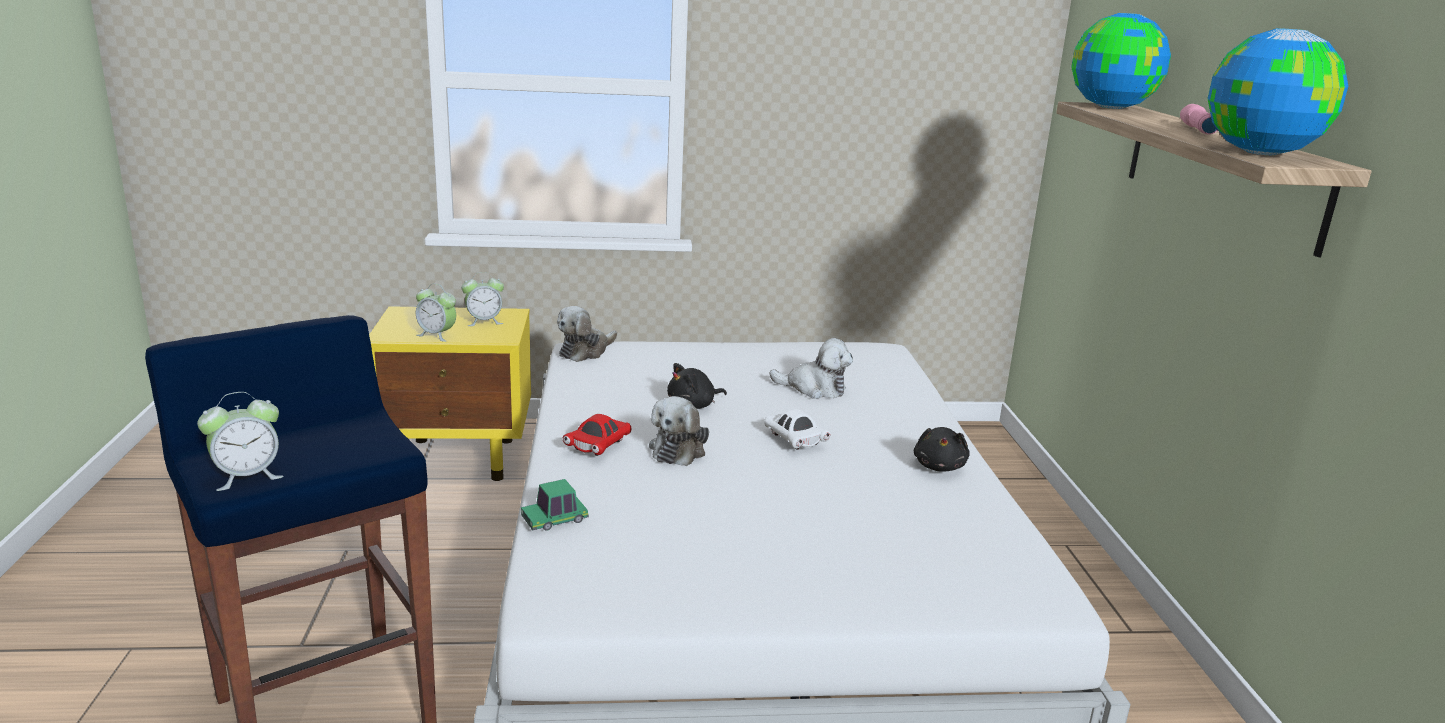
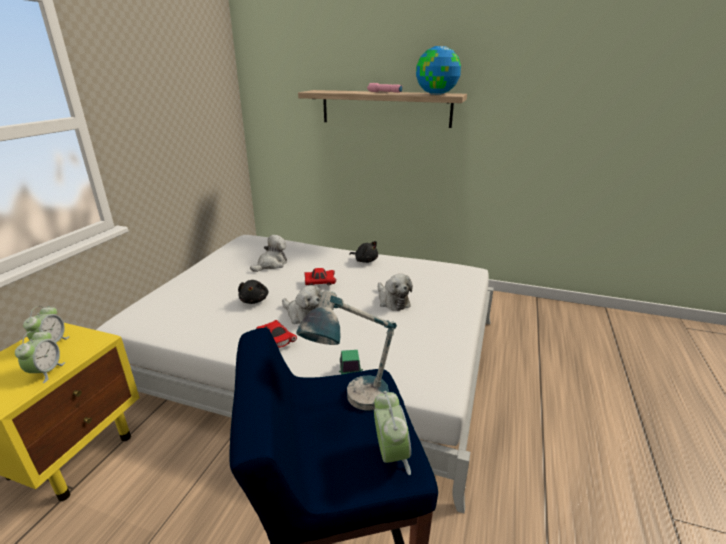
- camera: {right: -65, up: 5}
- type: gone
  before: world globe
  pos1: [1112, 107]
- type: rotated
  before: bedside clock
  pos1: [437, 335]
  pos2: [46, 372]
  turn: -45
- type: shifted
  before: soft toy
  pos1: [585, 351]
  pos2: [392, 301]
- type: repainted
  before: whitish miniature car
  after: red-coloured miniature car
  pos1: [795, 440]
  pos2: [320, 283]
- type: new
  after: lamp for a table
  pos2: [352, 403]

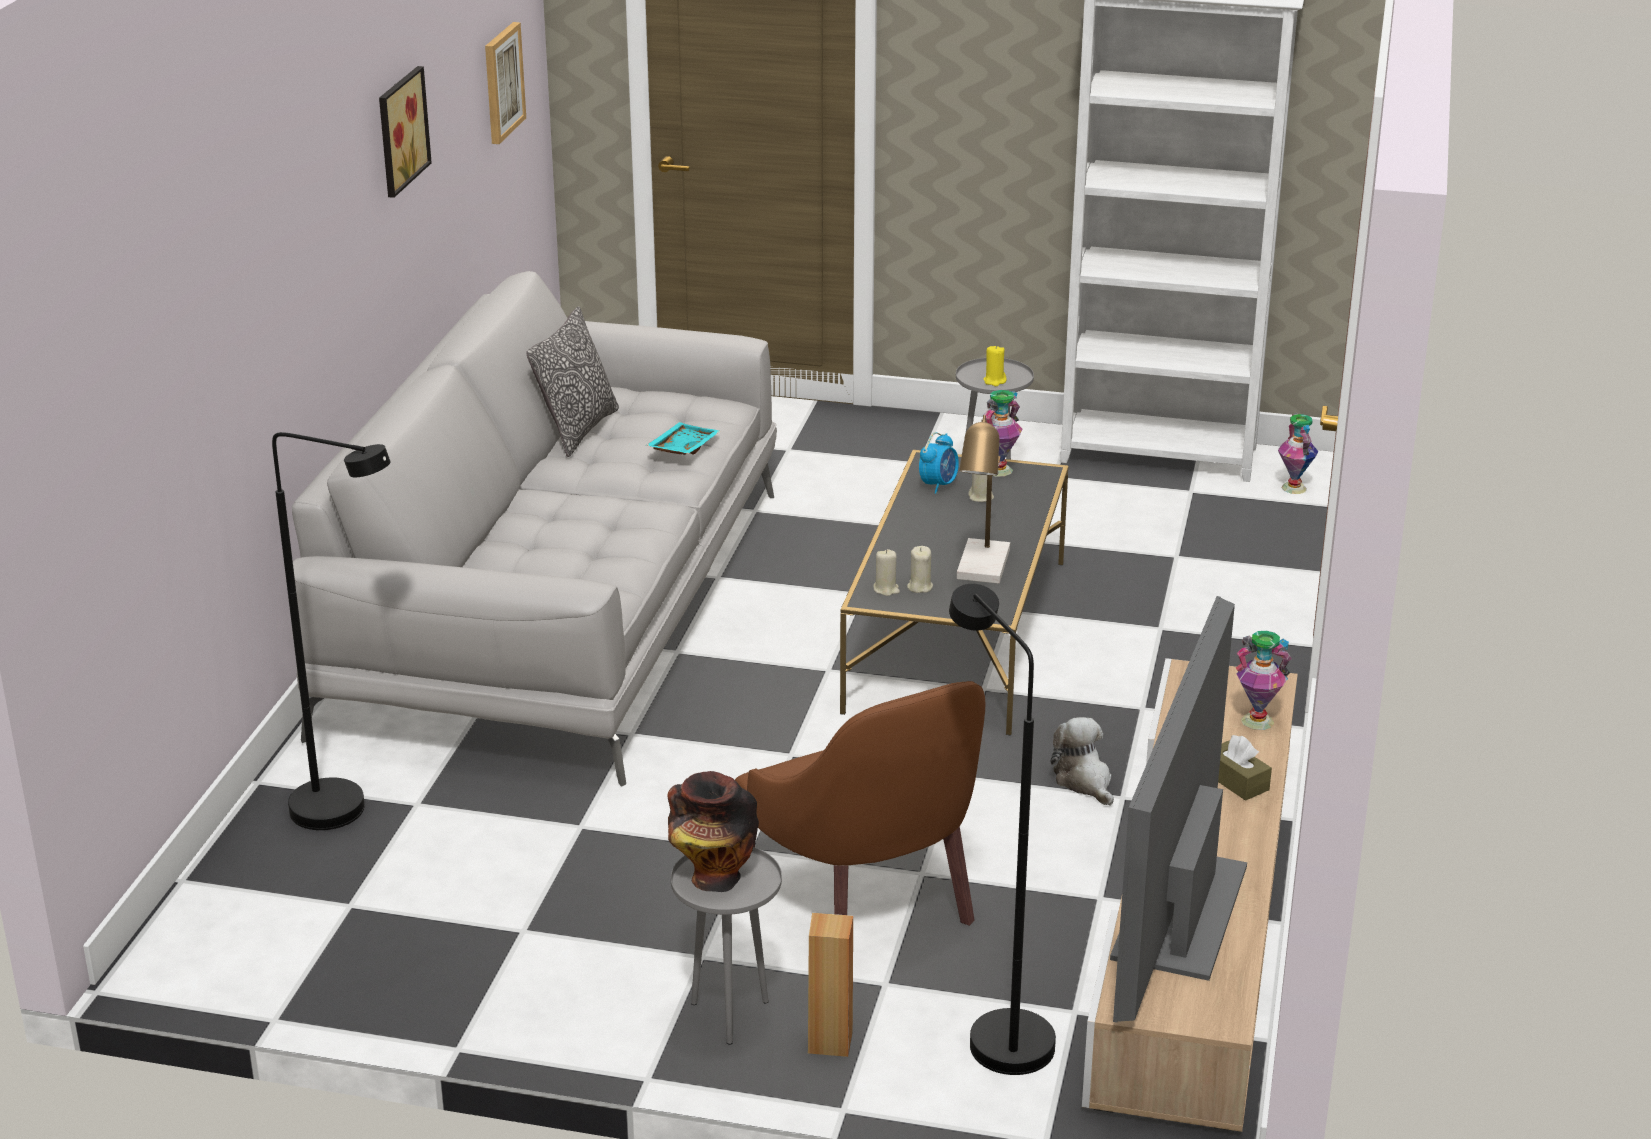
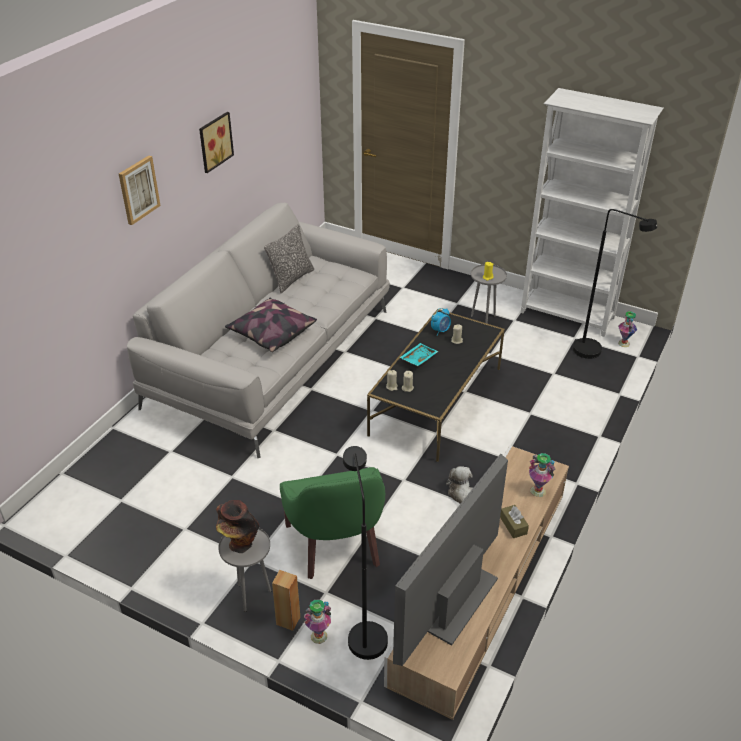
- camera: {right: 15, up: 10}
- type: shifted
  before: wall art
  pos1: [502, 82]
  pos2: [138, 189]
- type: shifted
  before: vase
  pos1: [998, 470]
  pos2: [319, 636]
- type: gone
  before: lamp for a table
  pos1: [983, 570]
- type: shifted
  before: turquoise tray
  pos1: [682, 448]
  pos2: [418, 358]
- type: shifted
  before: blackish standing lamp
  pos1: [347, 812]
  pos2: [595, 352]
- type: repainted
  before: brown-coloured lounge chair
  after: green lounge chair
  pos1: [869, 903]
  pos2: [337, 545]
- type: new
  after: pillow
  pos2: [271, 333]

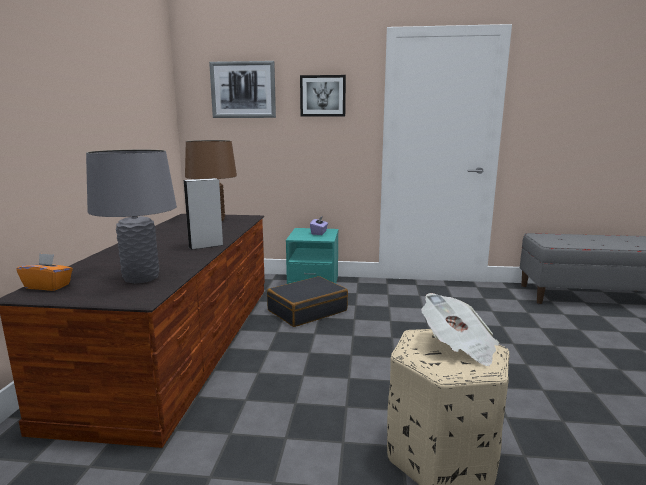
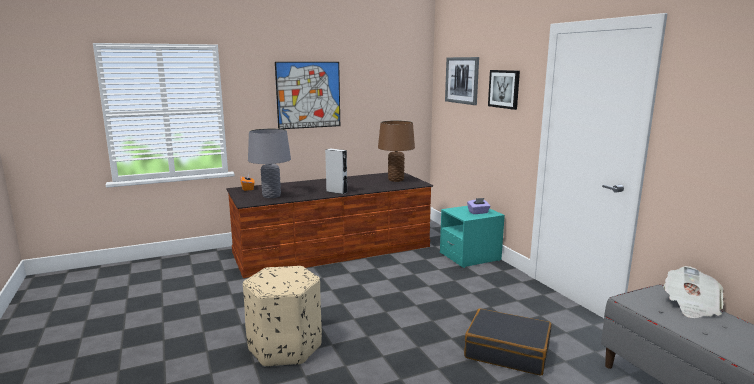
- camera: {right: 60, up: 0}
- type: shifted
  before: blackish travel case
  pos1: [307, 310]
  pos2: [507, 351]
- type: shifted
  before: newspaper
  pos1: [459, 347]
  pos2: [691, 306]
- type: new
  after: wall art
  pos2: [308, 95]

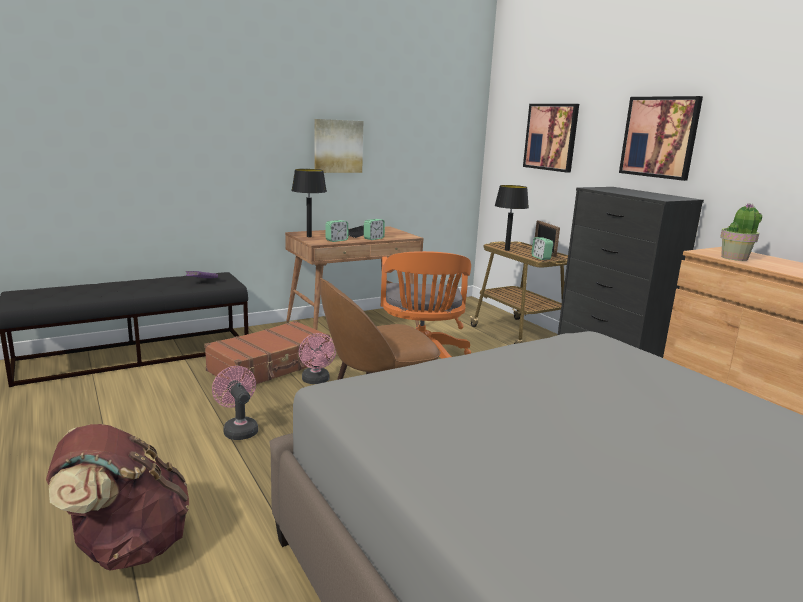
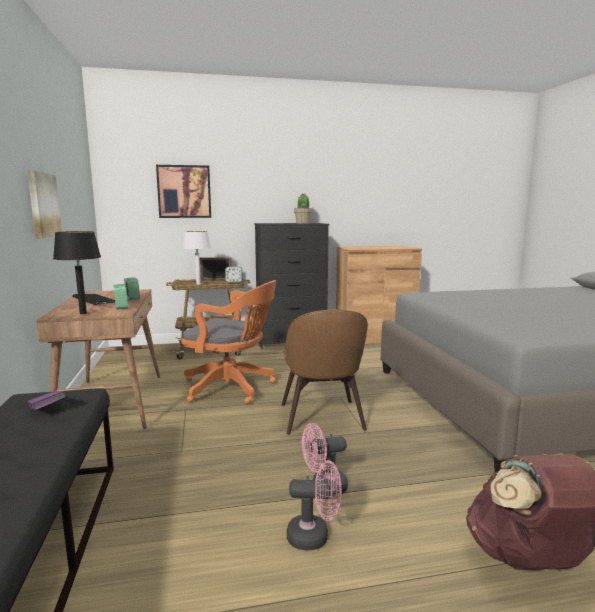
- camera: {right: -70, up: -5}
- type: gone
  before: wall art
  pos1: [659, 137]
- type: repainted
  before: blackish lamp for a table
  after: whitish lamp for a table
  pos1: [506, 250]
  pos2: [198, 284]
- type: shifted
  before: houseplant
  pos1: [735, 258]
  pos2: [302, 223]
- type: gone
  before: brown-coloured travel case
  pos1: [270, 366]
- type: shifted
  before: pink fan
  pos1: [316, 381]
  pos2: [314, 536]

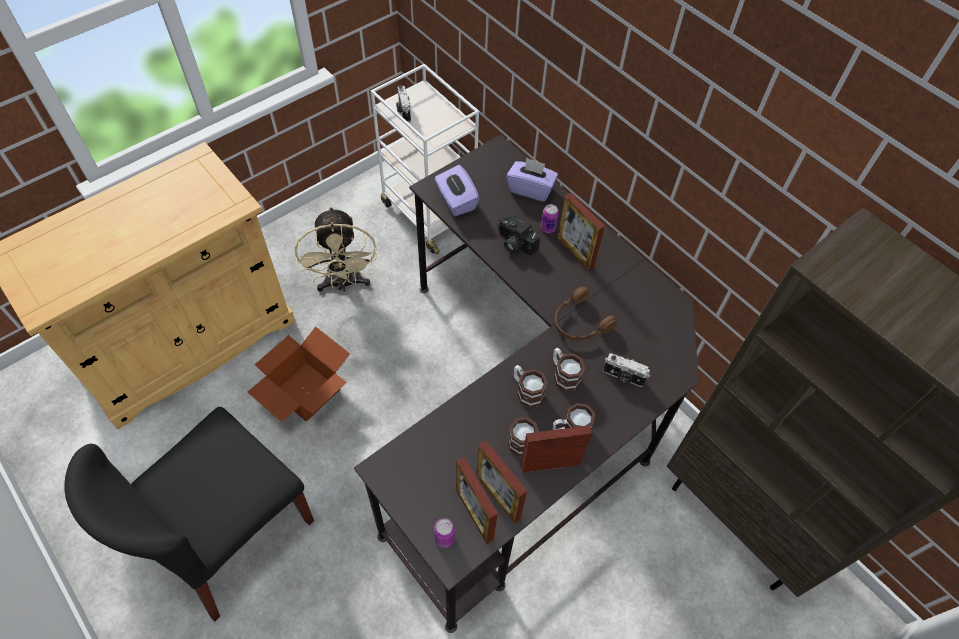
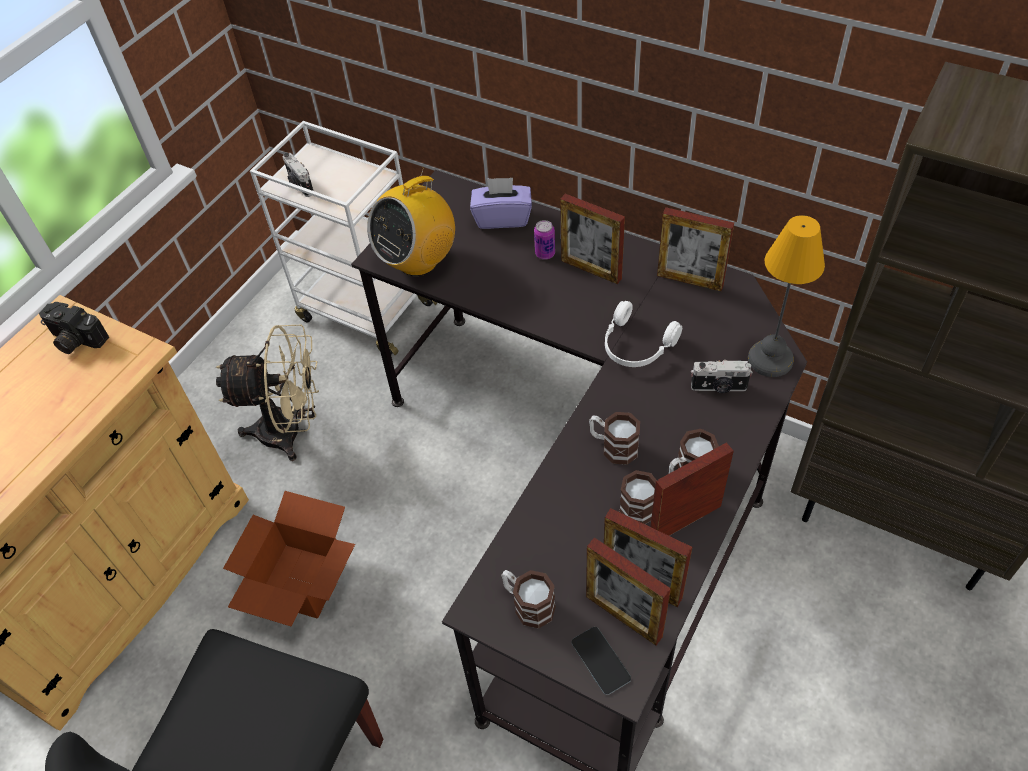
- camera: {right: -15, up: -5}
- type: swapped
  before: purplish tissue holder
  after: radio set
  pos1: [456, 201]
  pos2: [418, 261]
- type: rotated
  before: beige-coloured fan
  pos1: [343, 283]
  pos2: [292, 431]
  turn: -60
- type: shifted
  before: photo camera
  pos1: [514, 243]
  pos2: [74, 340]
- type: repainted
  before: brown-coloured headphones
  after: whitish headphones
  pos1: [579, 323]
  pos2: [636, 346]
- type: shifted
  before: tea mug
  pos1: [563, 375]
  pos2: [528, 604]
- type: swapped
  before: metal can
  after: handset
  pos1: [444, 538]
  pos2: [600, 660]
- type: new
  after: picture frame
  pos2: [690, 280]
- type: new
  after: lamp for a table
  pos2: [769, 358]

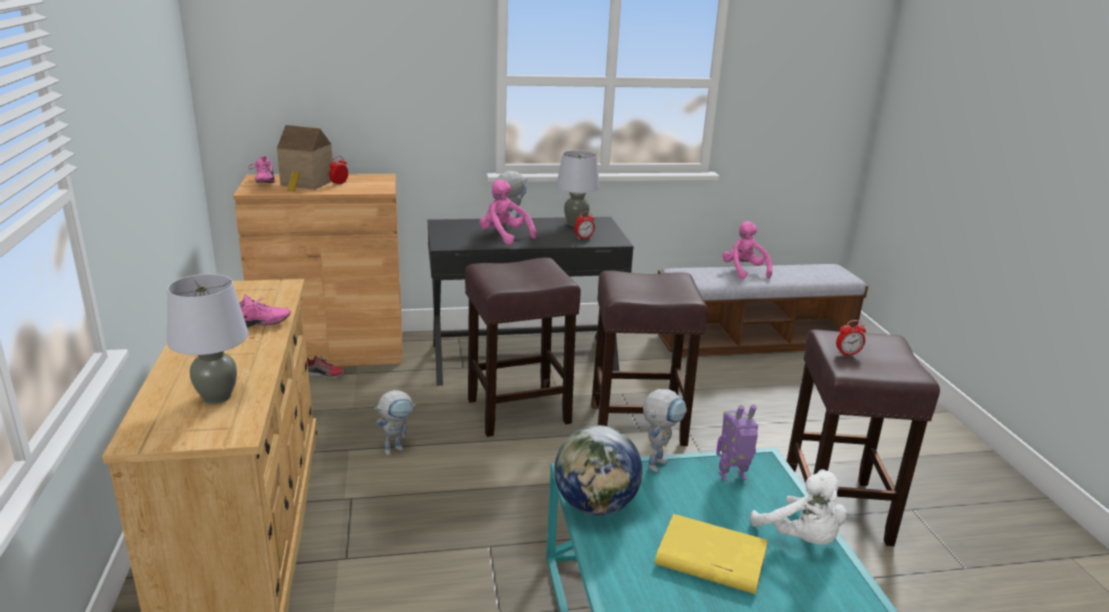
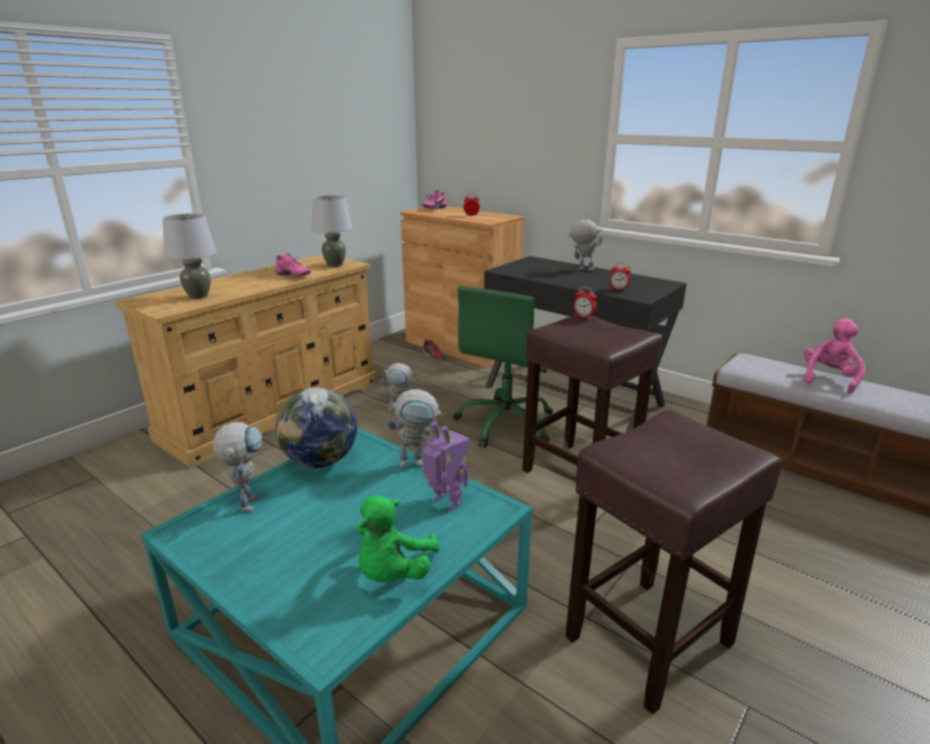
- camera: {right: 50, up: 0}
- type: gone
  before: toy house
  pos1: [306, 183]
- type: shifted
  before: grey lamp for a table
  pos1: [576, 224]
  pos2: [335, 265]
- type: gone
  before: pink soft toy
  pos1: [504, 236]
- type: swapped
  before: brown-coloured stool seat
  after: green office chair
  pos1: [517, 411]
  pos2: [506, 423]
- type: shifted
  before: bedside clock
  pos1: [847, 354]
  pos2: [583, 317]
- type: repainted
  before: whitish soft toy
  after: green soft toy
  pos1: [801, 539]
  pos2: [393, 573]
- type: gone
  before: yellow-coloured book
  pos1: [709, 559]
- type: new
  after: model robot
  pos2: [247, 500]

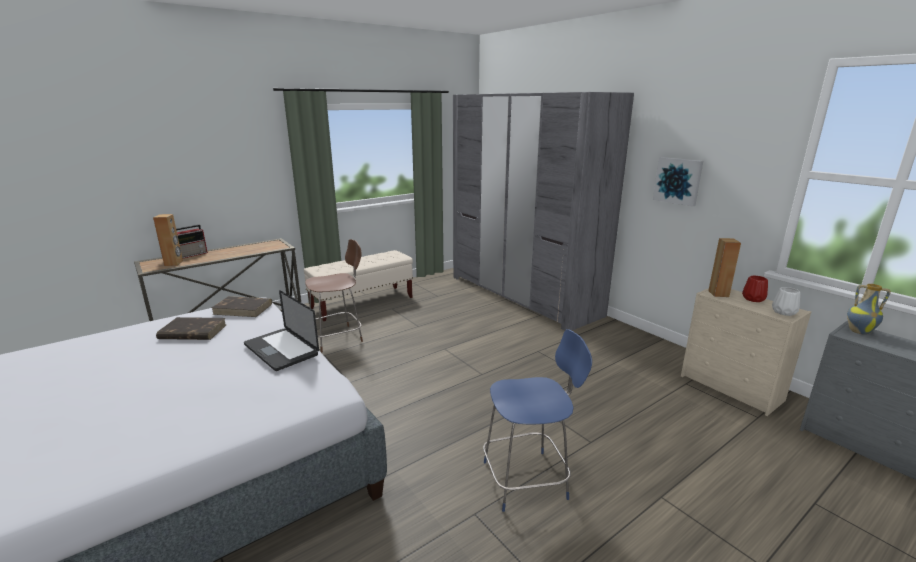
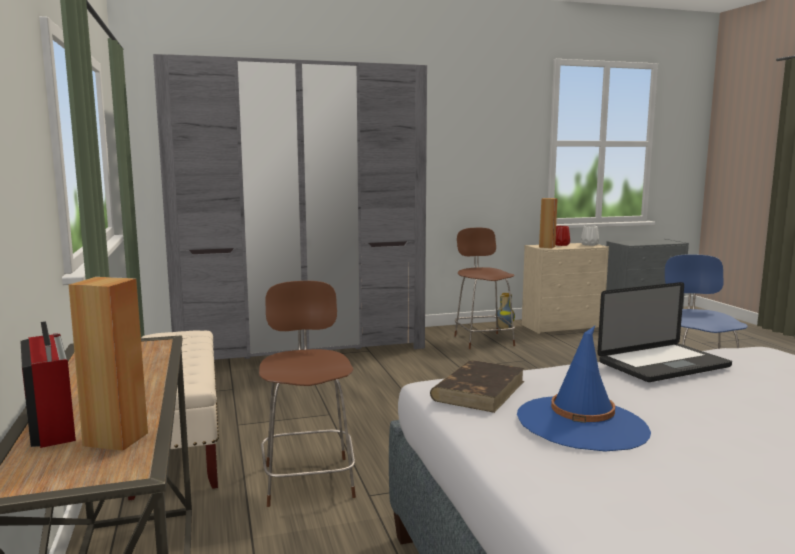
- camera: {right: -70, up: -10}
- type: gone
  before: wall art
  pos1: [678, 181]
- type: shifted
  before: vase
  pos1: [859, 331]
  pos2: [504, 327]
- type: swapped
  before: brown-coloured book
  after: blue clothing hat
  pos1: [192, 332]
  pos2: [582, 424]
- type: new
  after: brown-coloured chair
  pos2: [483, 340]

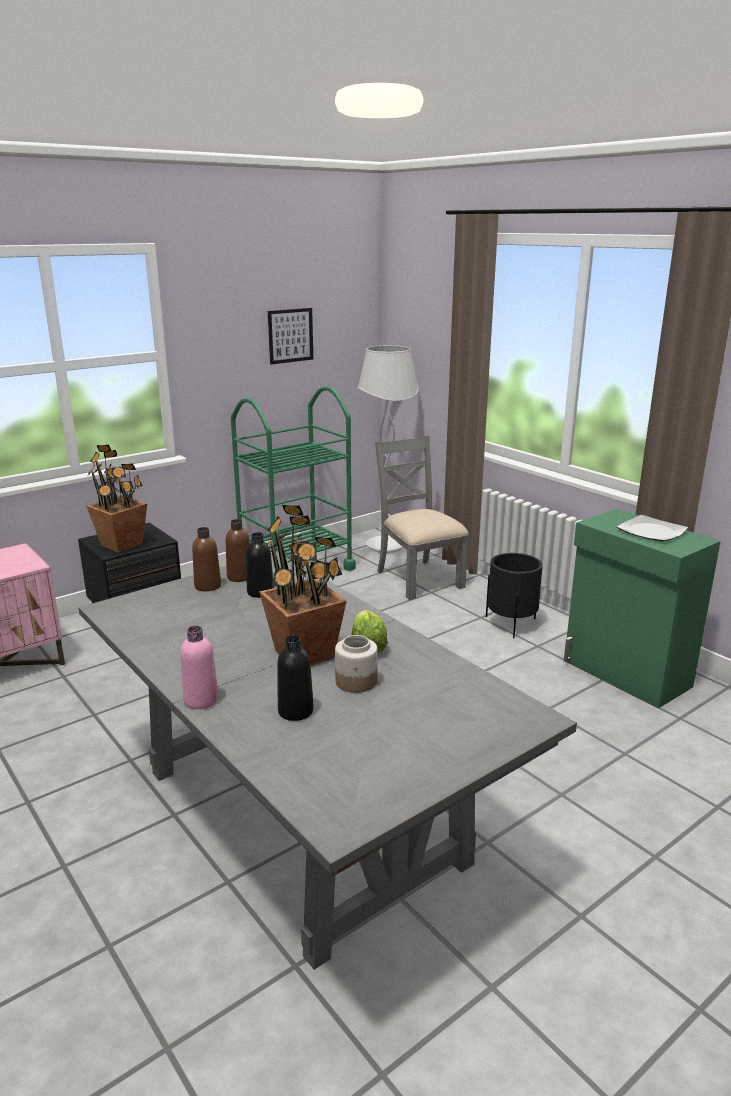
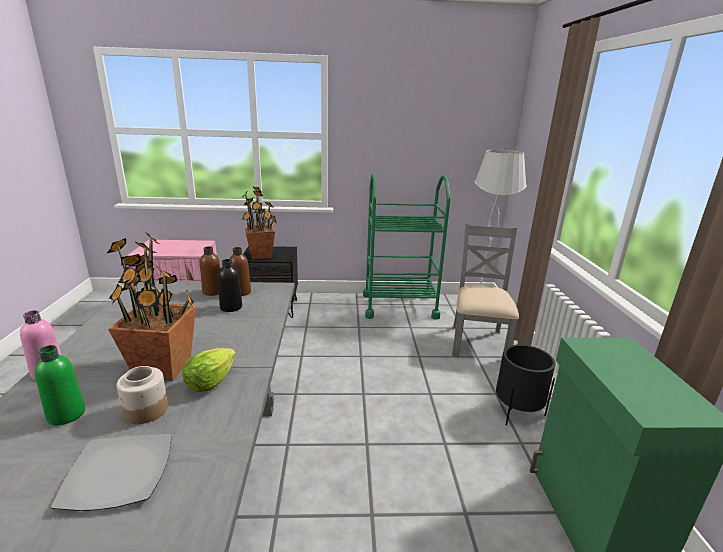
- camera: {right: 35, up: 0}
- type: gone
  before: wall art
  pos1: [290, 335]
- type: shifted
  before: flat dish
  pos1: [650, 531]
  pos2: [118, 472]
- type: repainted
  before: blackish drink bottle
  after: green drink bottle
  pos1: [295, 711]
  pos2: [66, 414]

